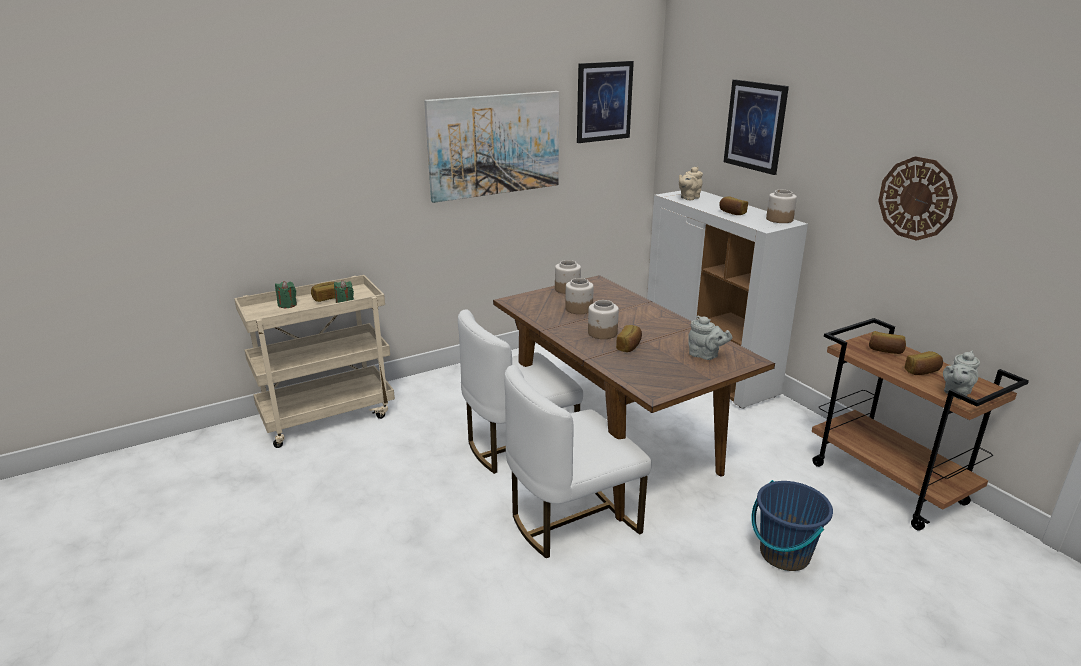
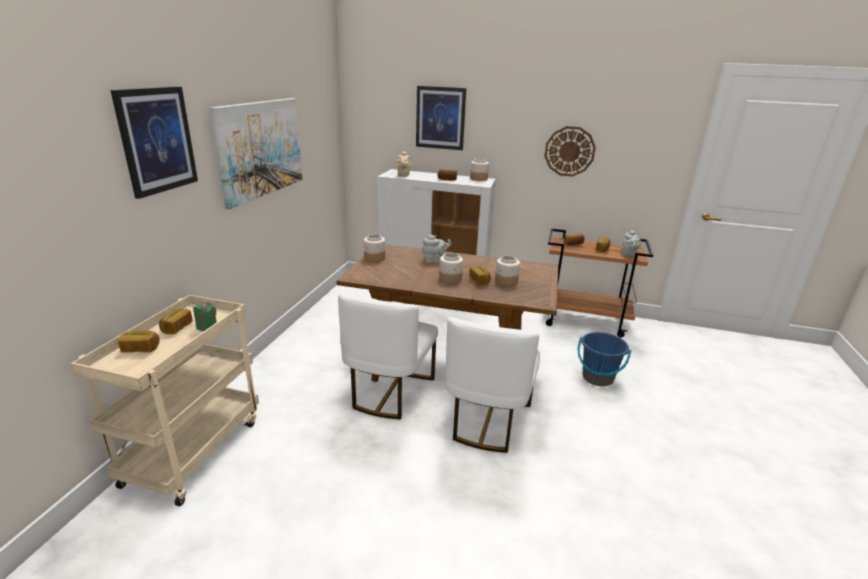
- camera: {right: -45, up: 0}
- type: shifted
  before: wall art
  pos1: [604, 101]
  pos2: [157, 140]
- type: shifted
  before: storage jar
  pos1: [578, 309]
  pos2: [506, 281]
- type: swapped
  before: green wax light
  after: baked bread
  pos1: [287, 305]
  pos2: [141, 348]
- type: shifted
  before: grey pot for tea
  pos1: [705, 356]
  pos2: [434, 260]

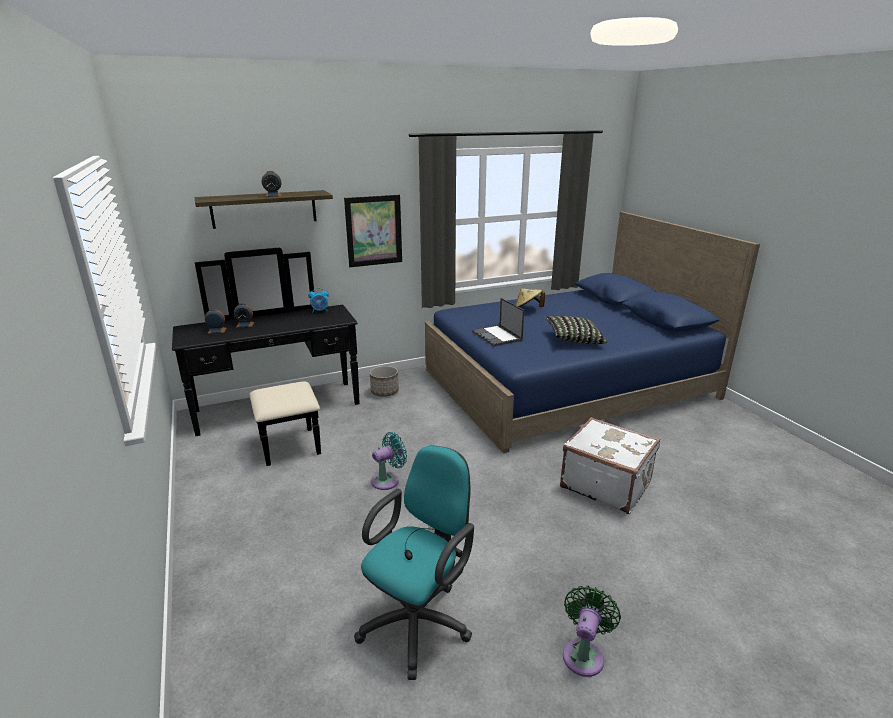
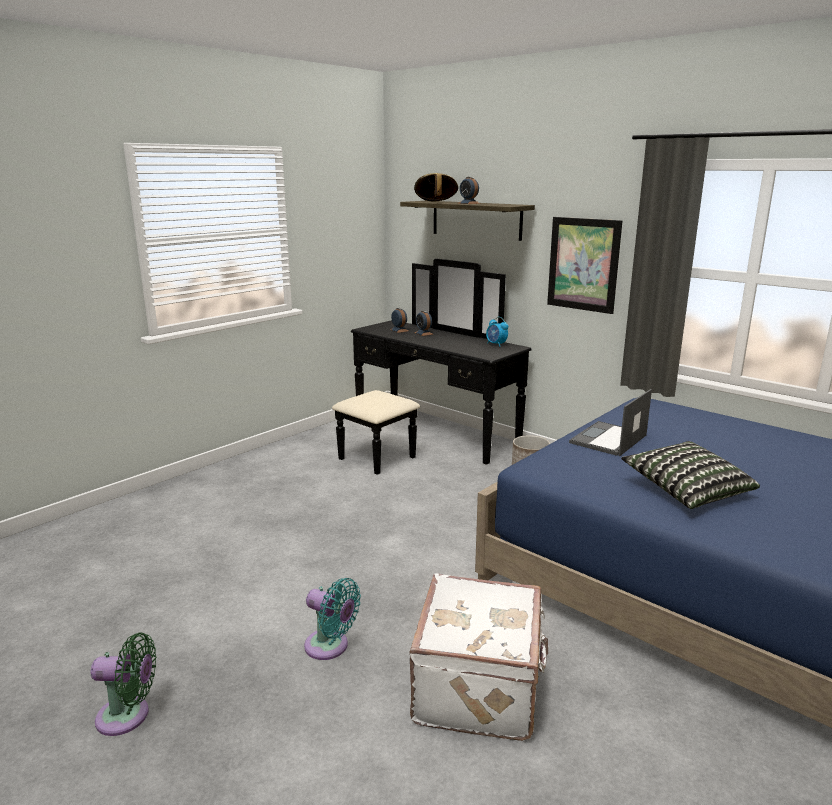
- camera: {right: 65, up: -5}
- type: shifted
  before: beige-coloured clothing hat
  pos1: [527, 310]
  pos2: [435, 202]
- type: shifted
  before: turquoise fan
  pos1: [388, 480]
  pos2: [330, 647]
- type: gone
  before: turquoise office chair
  pos1: [419, 621]

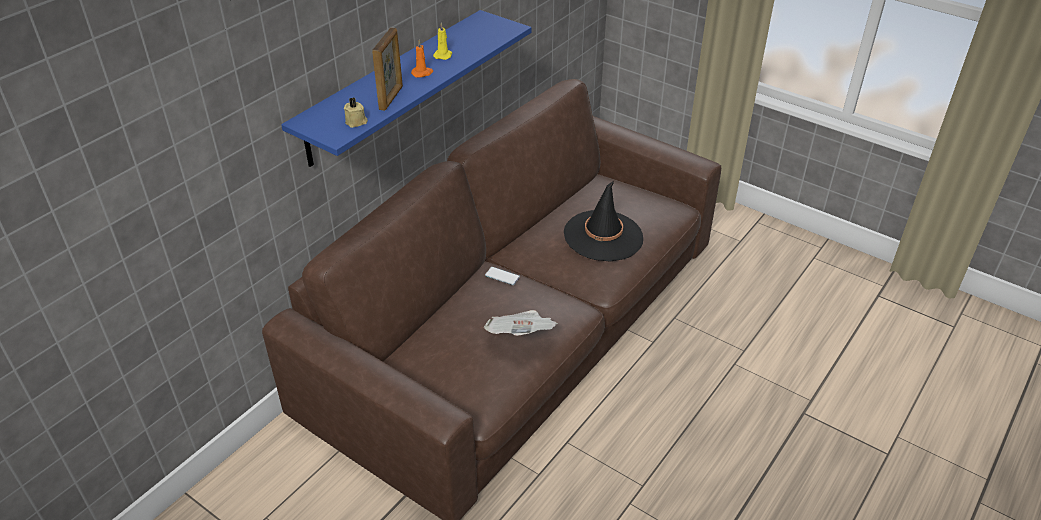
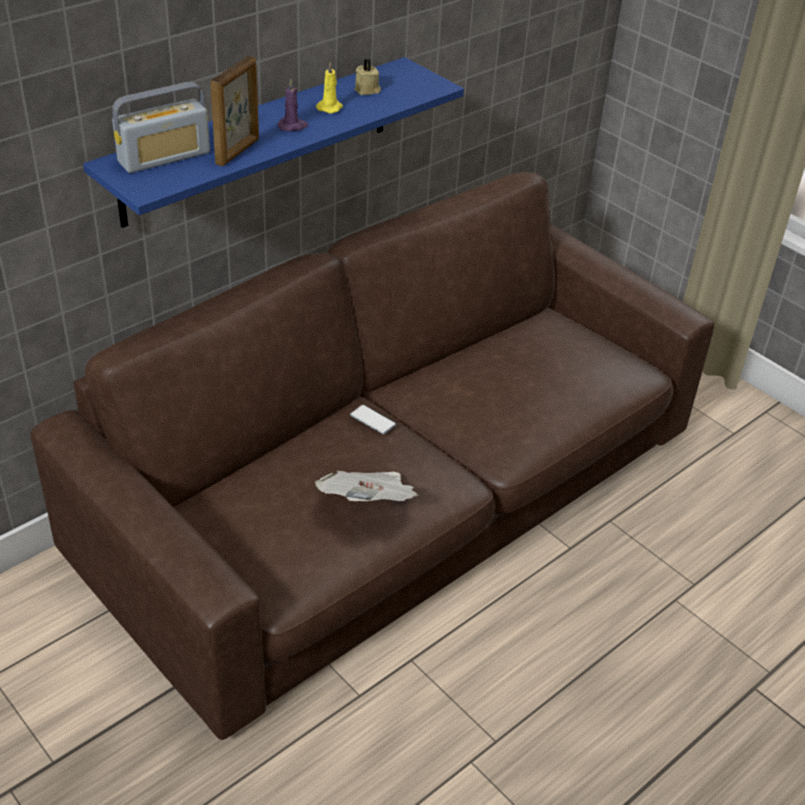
- camera: {right: 10, up: 0}
- type: repainted
  before: orange wax light
  after: purplish wax light
  pos1: [422, 73]
  pos2: [293, 126]
- type: shifted
  before: beige-coloured wax light
  pos1: [356, 122]
  pos2: [367, 90]
- type: gone
  before: blackish clothing hat
  pos1: [603, 236]
- type: new
  after: radio set
  pos2: [164, 157]

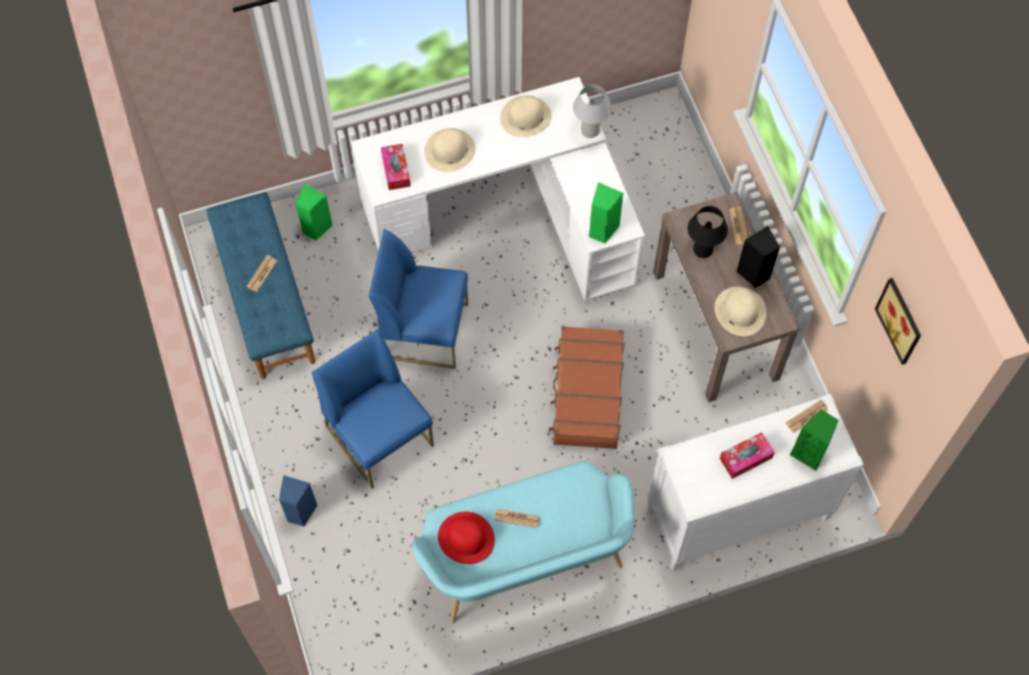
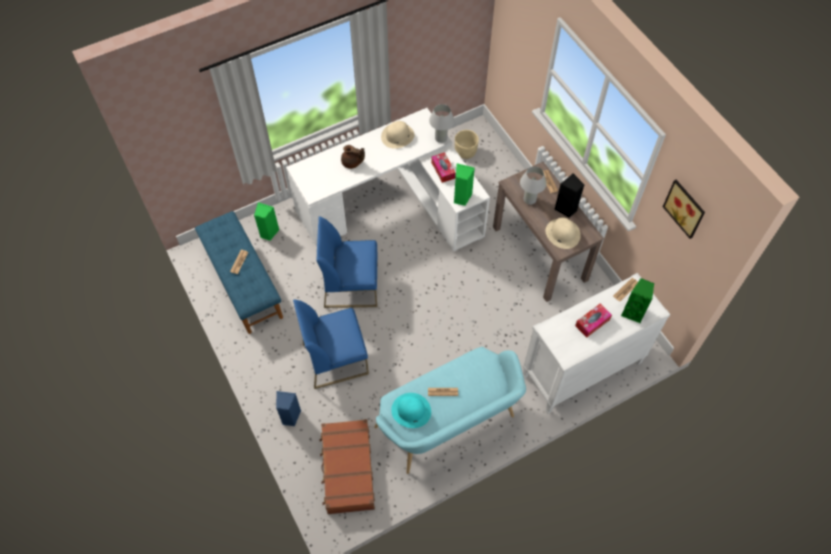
- camera: {right: -10, up: -5}
- type: swapped
  before: beige-coloured clothing hat
  after: brown-coloured pot for tea
  pos1: [449, 150]
  pos2: [352, 163]
- type: shifted
  before: tissue holder
  pos1: [396, 170]
  pos2: [443, 170]
- type: repainted
  before: blackish lamp for a table
  after: whitish lamp for a table
  pos1: [702, 250]
  pos2: [529, 199]
- type: shifted
  before: brown-coloured travel case
  pos1: [587, 393]
  pos2: [347, 470]
- type: rotated
  before: blue chair
  pos1: [380, 436]
  pos2: [335, 358]
  turn: -60
- type: repainted
  before: red-coloured clothing hat
  after: turquoise clothing hat
  pos1: [466, 538]
  pos2: [411, 410]
- type: new
  after: beige-coloured plant pot
  pos2: [465, 152]

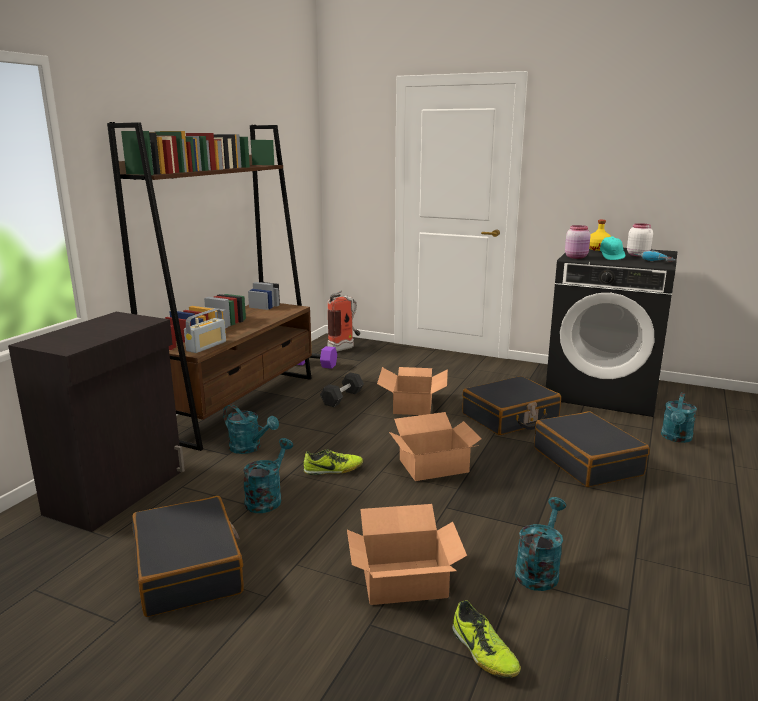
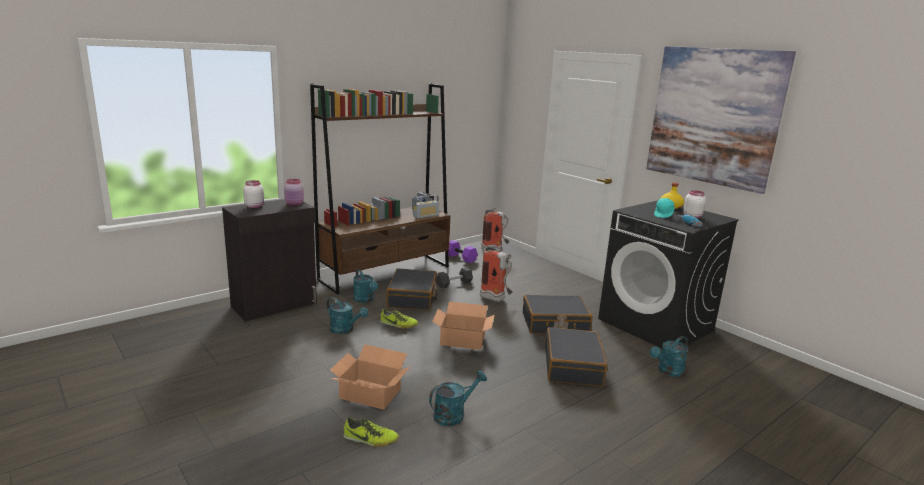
- camera: {right: 25, up: 0}
- type: shifted
  before: pink storage jar
  pos1: [576, 257]
  pos2: [294, 204]
- type: shifted
  before: radio set
  pos1: [206, 346]
  pos2: [426, 216]
- type: swapped
  before: carton
  after: extinguisher
  pos1: [413, 405]
  pos2: [496, 299]
- type: rotated
  before: turquoise watering can
  pos1: [267, 498]
  pos2: [345, 330]
  turn: 75
- type: shifted
  before: blackish travel case
  pos1: [189, 569]
  pos2: [413, 298]
- type: rotated
  before: low shoe
  pos1: [483, 653]
  pos2: [370, 440]
  turn: -75
- type: new
  after: wall art
  pos2: [713, 116]
- type: new
  after: whitish storage jar
  pos2: [254, 206]

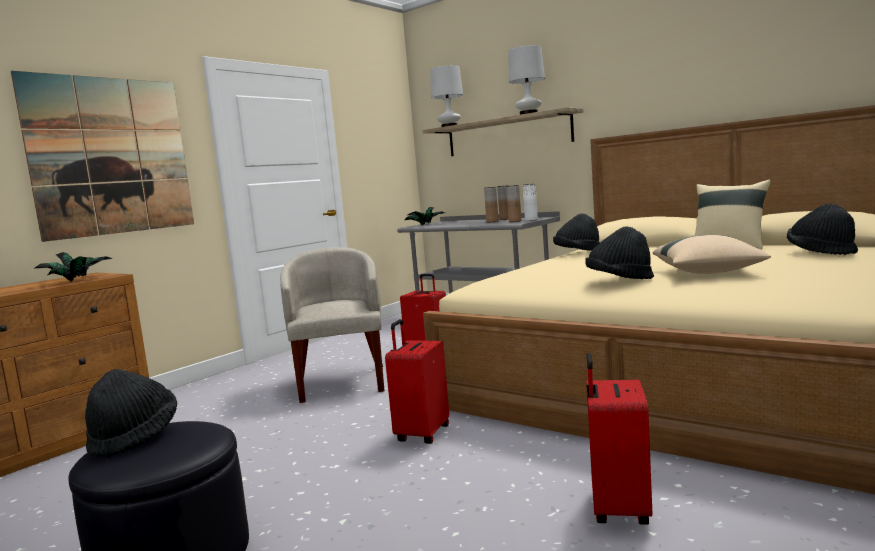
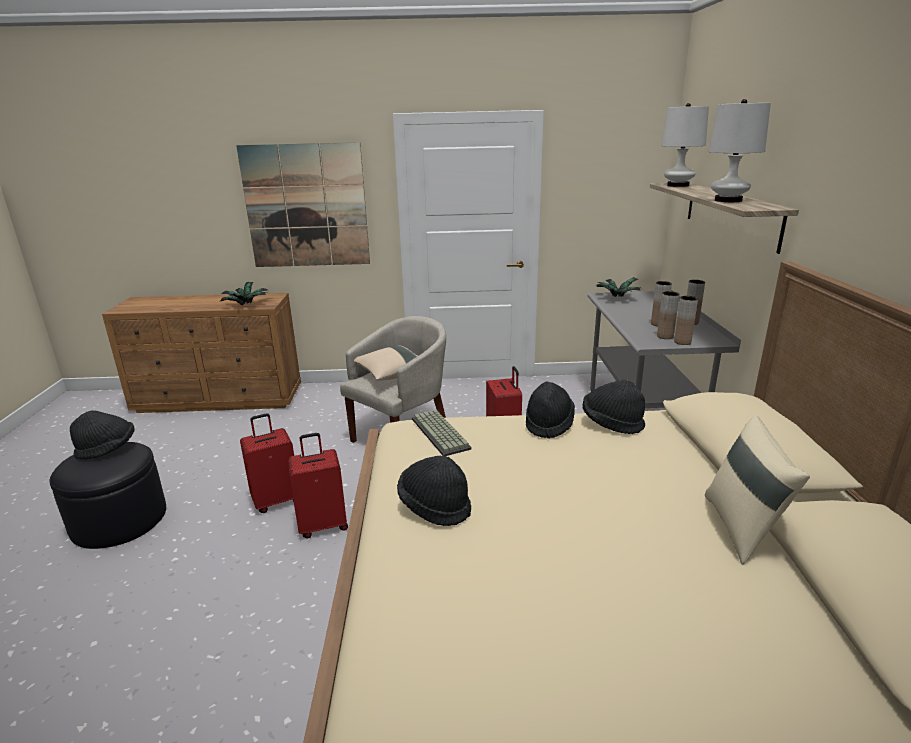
- camera: {right: 50, up: 15}
- type: repainted
  before: whitish vase
  after: brown-coloured vase
  pos1: [531, 220]
  pos2: [682, 342]
- type: shifted
  before: blackish clothing hat
  pos1: [821, 253]
  pos2: [549, 424]
- type: shifted
  before: beige-coloured pillow
  pos1: [708, 273]
  pos2: [391, 374]
- type: shifted
  before: red-coloured travel case
  pos1: [617, 509]
  pos2: [276, 500]
- type: new
  after: computer keyboard
  pos2: [441, 433]

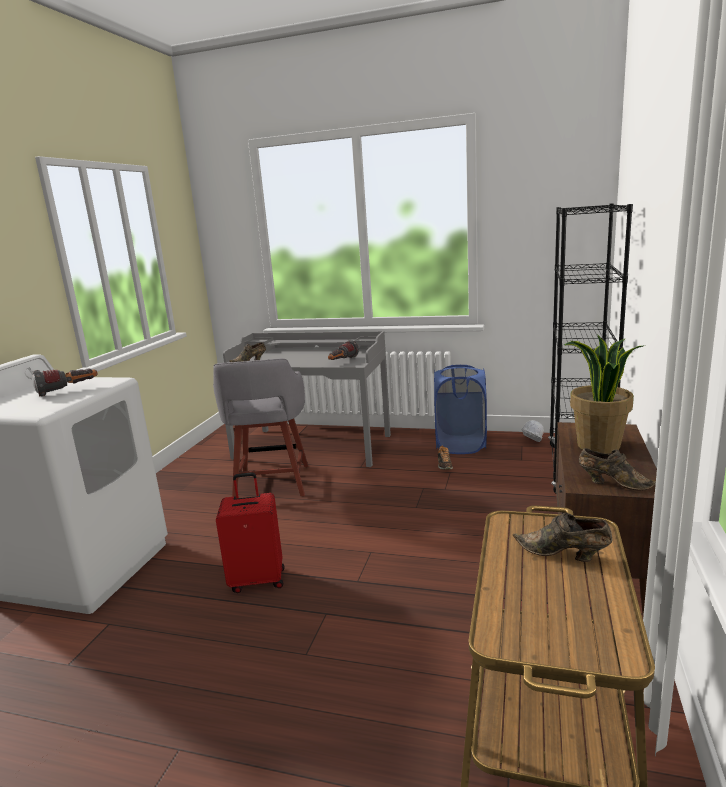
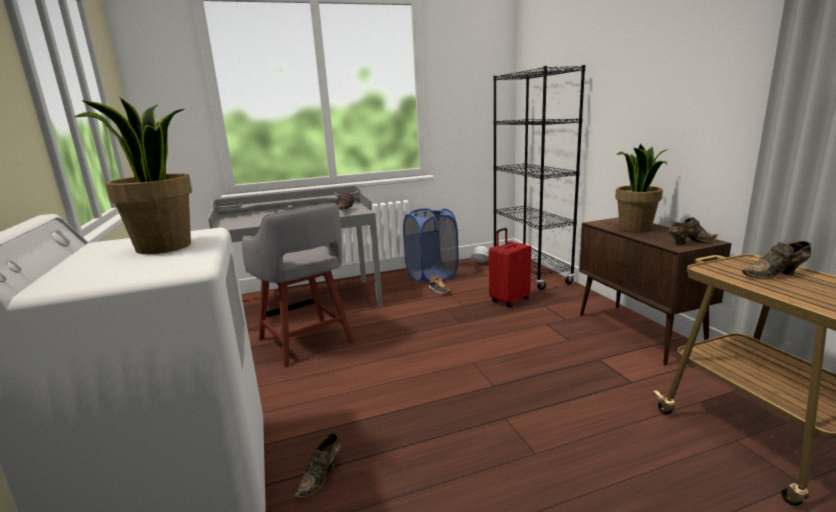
- camera: {right: -35, up: 0}
- type: shifted
  before: brown-coloured low shoe
  pos1: [250, 362]
  pos2: [321, 476]
- type: swapped
  before: hand torch
  after: houseplant
  pos1: [68, 391]
  pos2: [164, 247]
- type: shifted
  before: red-coloured travel case
  pos1: [258, 580]
  pos2: [509, 300]

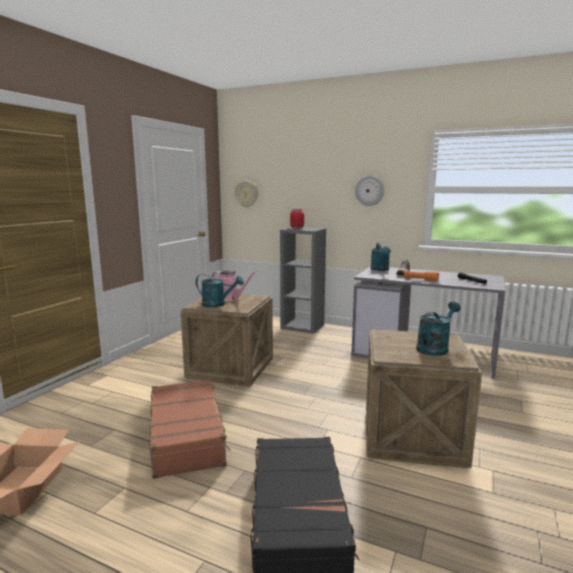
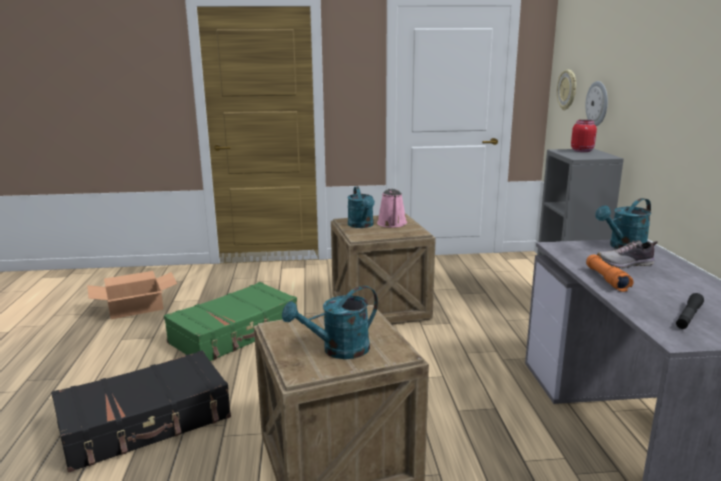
- camera: {right: 60, up: 5}
- type: shifted
  before: wall clock
  pos1: [369, 190]
  pos2: [597, 103]
- type: rotated
  before: turquoise watering can
  pos1: [435, 348]
  pos2: [338, 350]
  turn: 135
- type: repainted
  before: brown-coloured travel case
  after: green travel case
  pos1: [187, 436]
  pos2: [235, 334]

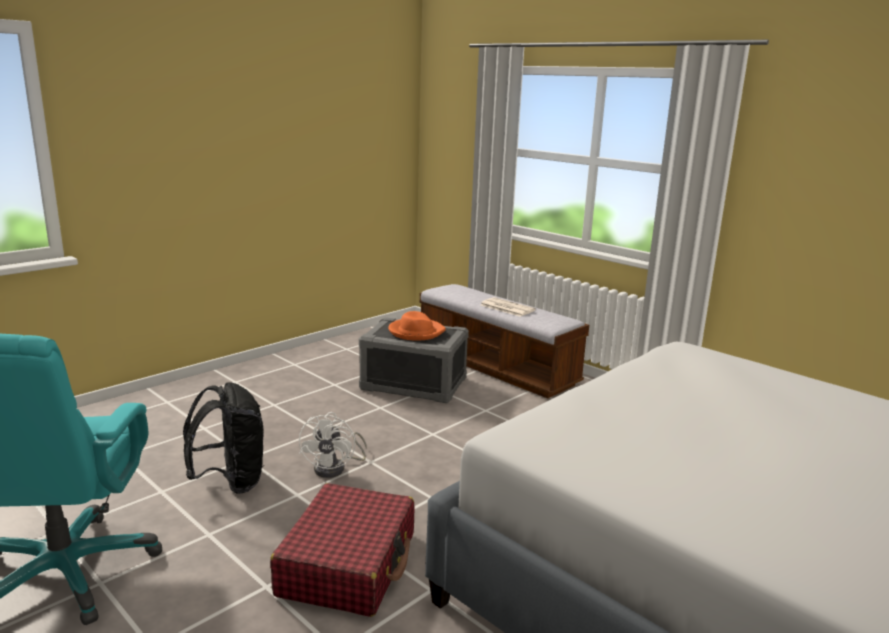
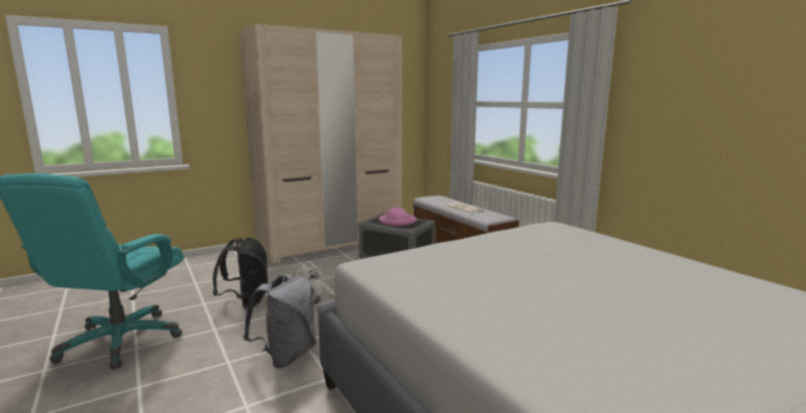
- camera: {right: 15, up: -5}
- type: repainted
  before: orange clothing hat
  after: pink clothing hat
  pos1: [416, 332]
  pos2: [397, 221]
- type: swapped
  before: red-coloured travel case
  after: grey knapsack
  pos1: [348, 564]
  pos2: [286, 356]
- type: new
  after: beige-coloured armoire
  pos2: [331, 243]

